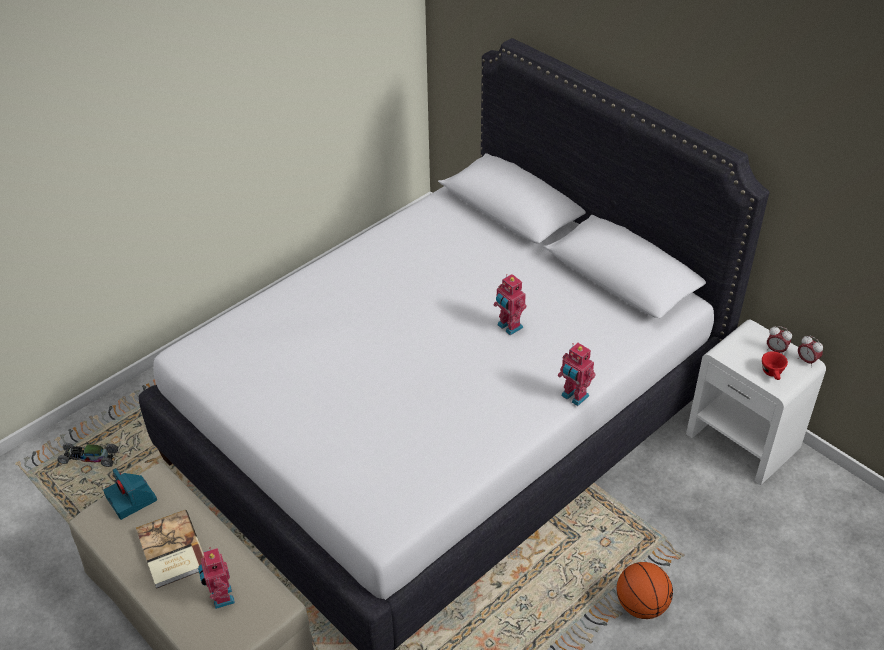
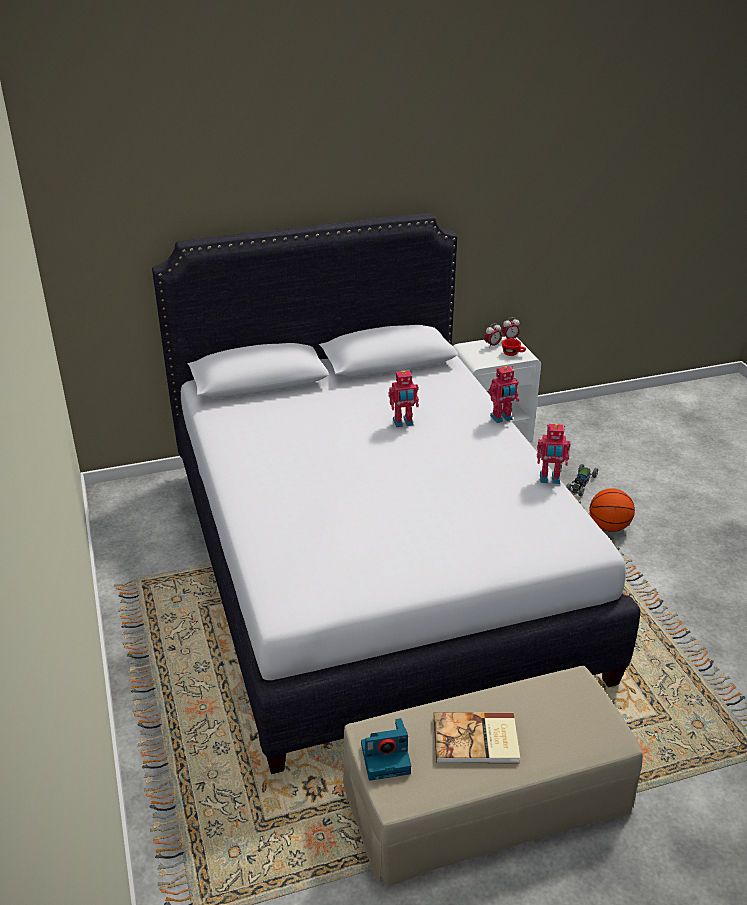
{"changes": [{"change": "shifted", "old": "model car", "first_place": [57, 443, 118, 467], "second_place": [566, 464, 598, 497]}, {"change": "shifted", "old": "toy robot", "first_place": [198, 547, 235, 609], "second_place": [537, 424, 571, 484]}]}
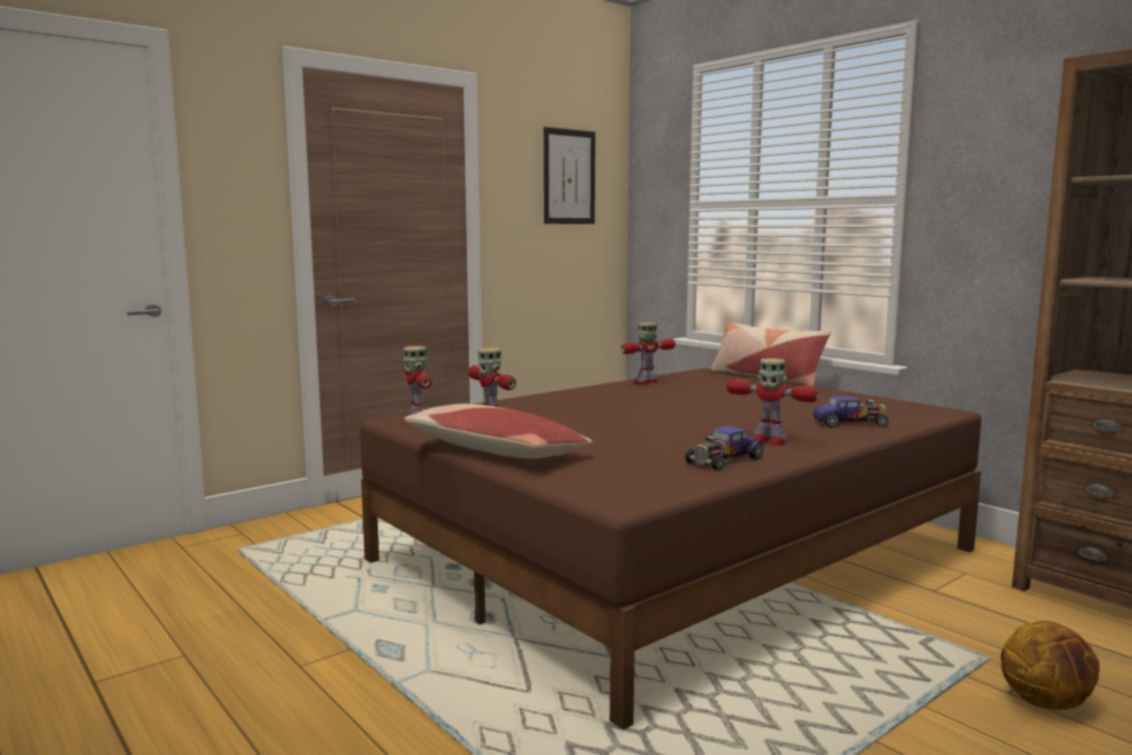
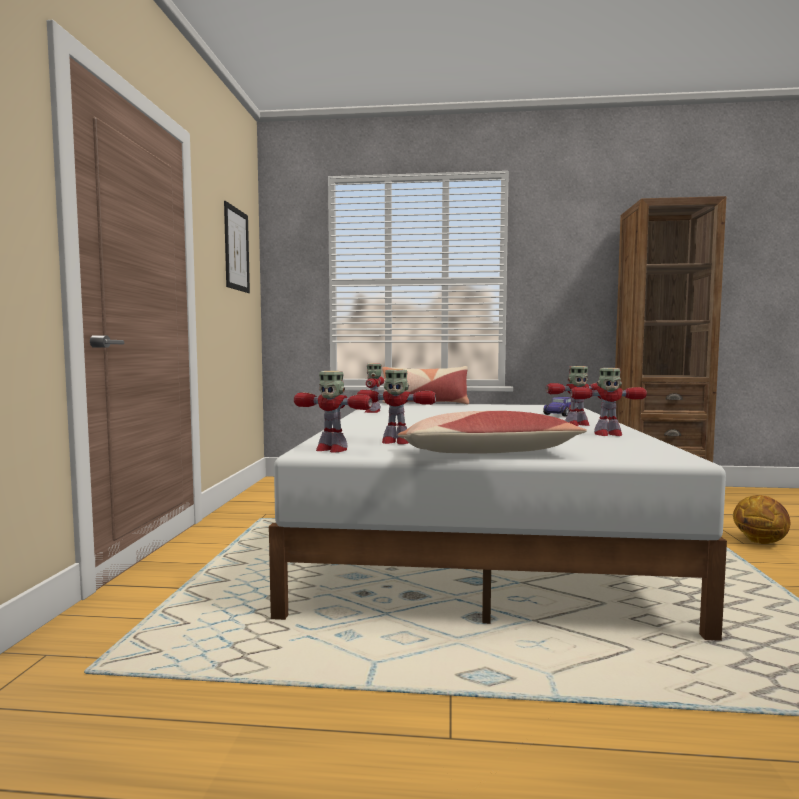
{"changes": [{"change": "repainted", "old": "sleeping bed (brown)", "new": "sleeping bed (white)", "first_place": [360, 368, 981, 730], "second_place": [269, 403, 727, 641]}, {"change": "swapped", "old": "model car", "new": "toy robot", "first_place": [685, 426, 763, 471], "second_place": [570, 368, 647, 436]}]}
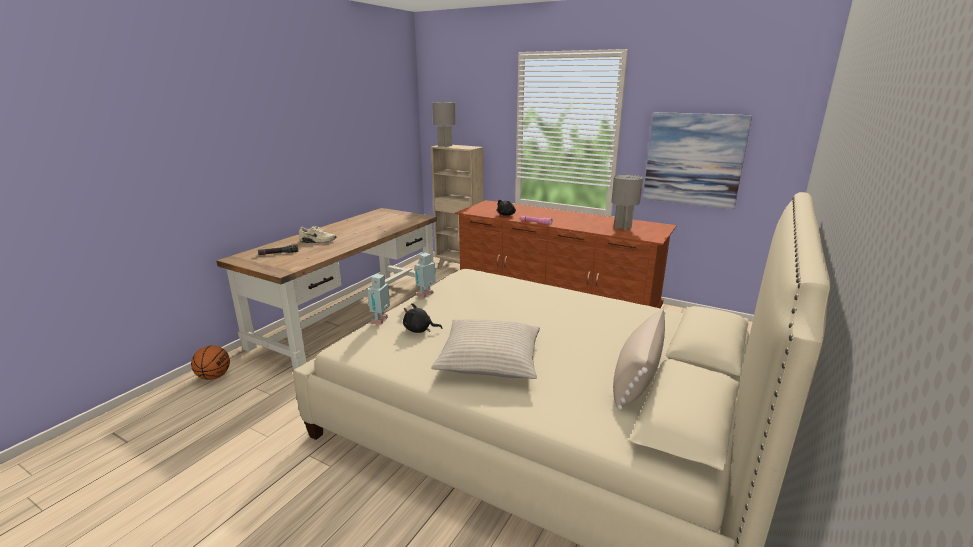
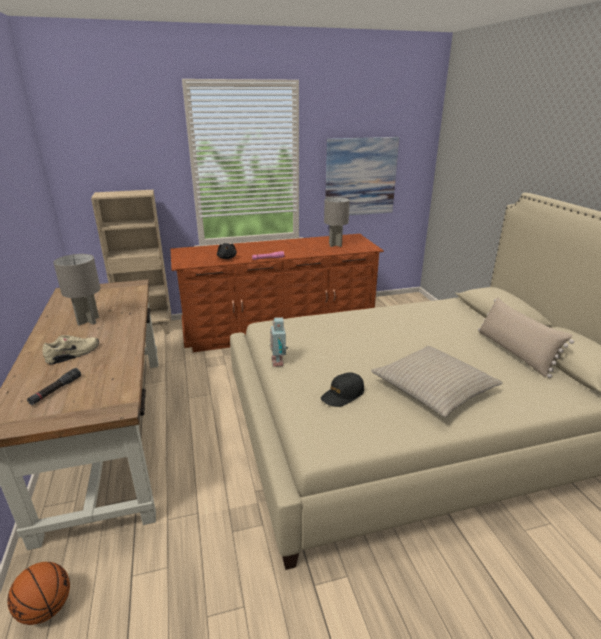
{"changes": [{"change": "gone", "old": "toy robot", "first_place": [368, 274, 390, 325]}, {"change": "swapped", "old": "soft toy (blackish)", "new": "cap (blackish)", "first_place": [403, 303, 443, 333], "second_place": [321, 372, 364, 407]}, {"change": "shifted", "old": "lamp for a table (gray)", "first_place": [432, 102, 456, 147], "second_place": [53, 254, 100, 326]}]}
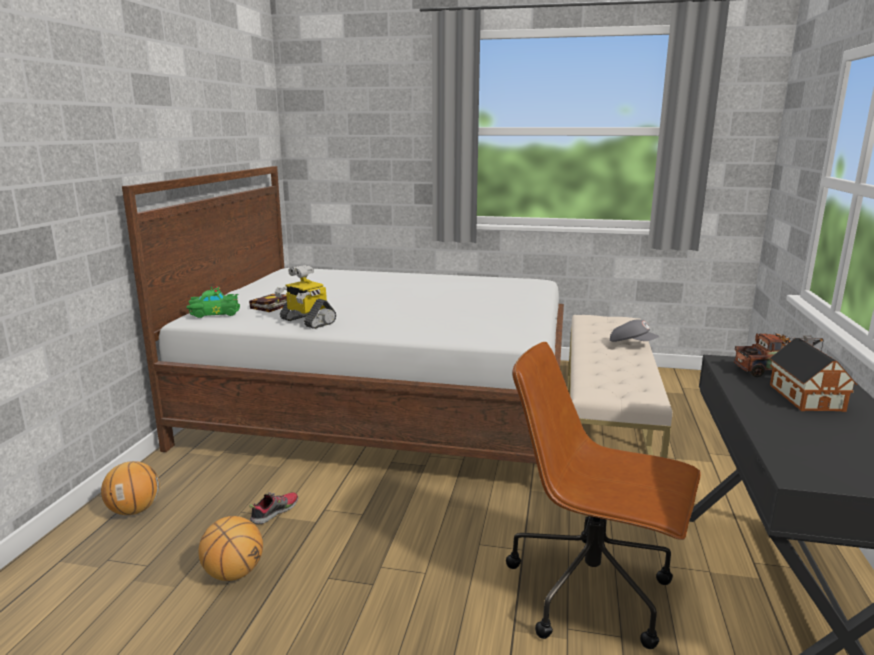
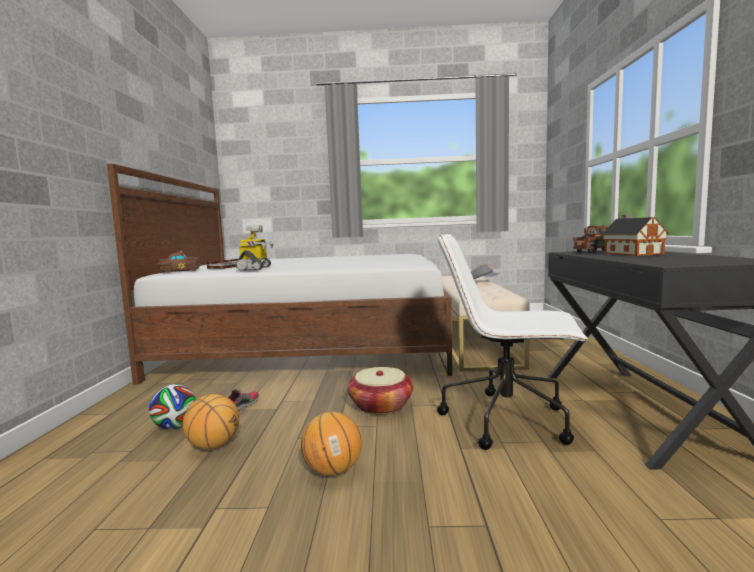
{"changes": [{"change": "shifted", "old": "ball for basketball", "first_place": [101, 461, 160, 515], "second_place": [301, 412, 362, 476]}, {"change": "repainted", "old": "model car (green)", "new": "model car (brown)", "first_place": [187, 287, 240, 318], "second_place": [157, 250, 200, 273]}, {"change": "rotated", "old": "toy robot", "first_place": [275, 265, 336, 329], "second_place": [235, 225, 273, 271], "degrees": -120}, {"change": "repainted", "old": "computer chair (brown)", "new": "computer chair (white)", "first_place": [506, 342, 701, 649], "second_place": [437, 234, 588, 450]}, {"change": "new", "new": "football", "second_place": [149, 384, 197, 429]}, {"change": "new", "new": "storage basket", "second_place": [347, 367, 413, 415]}]}
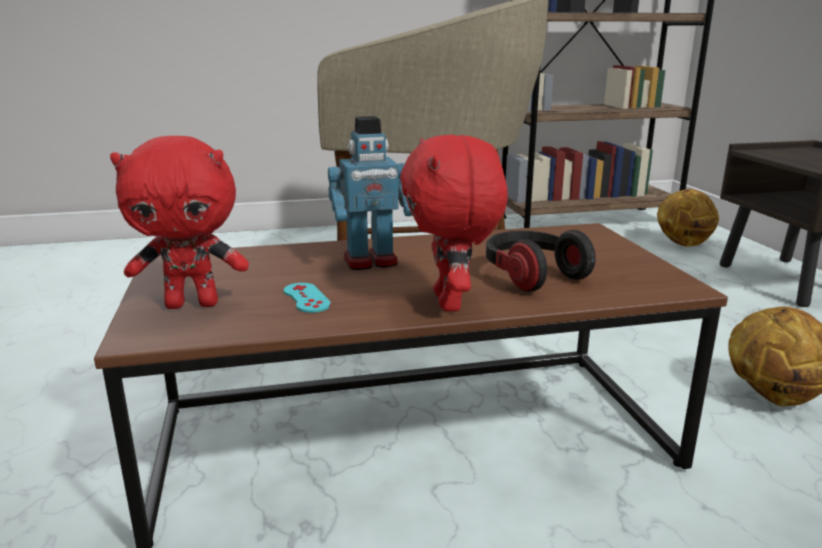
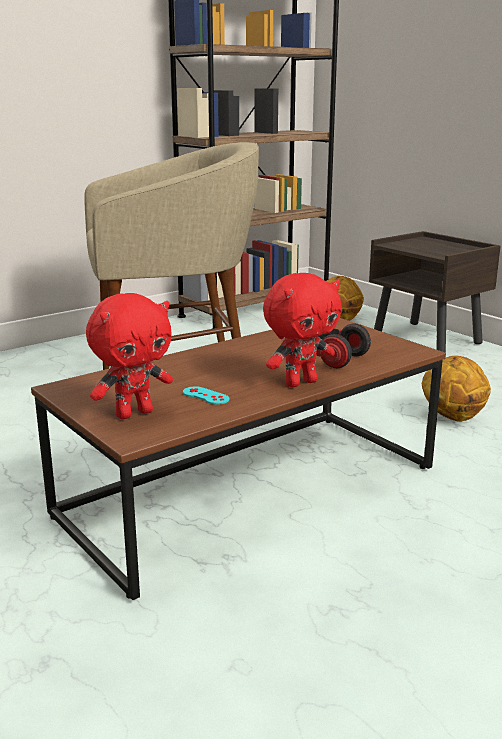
{"changes": [{"change": "gone", "old": "toy robot", "first_place": [328, 116, 413, 270]}, {"change": "rotated", "old": "soft toy (red-coloured)", "first_place": [400, 135, 508, 311], "second_place": [263, 273, 342, 387], "degrees": -90}]}
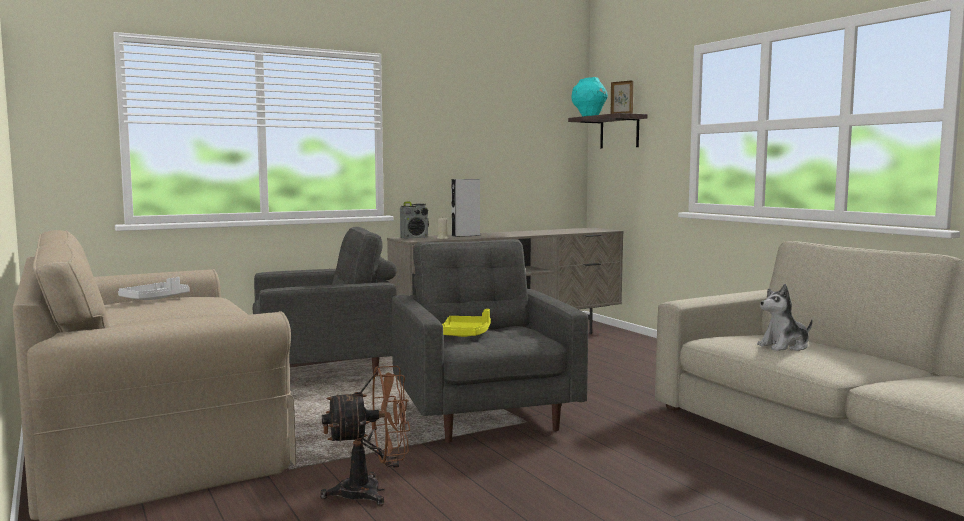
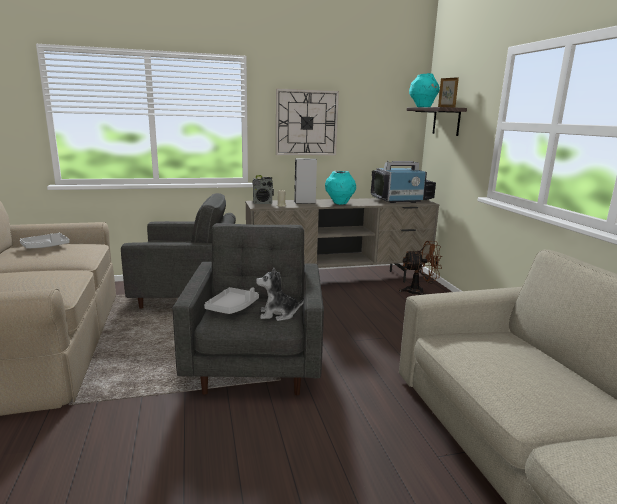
{"changes": [{"change": "shifted", "old": "fan (brown)", "first_place": [320, 366, 410, 506], "second_place": [399, 241, 442, 295]}, {"change": "repainted", "old": "carrying tray (yellowish)", "new": "carrying tray (gray)", "first_place": [442, 309, 491, 337], "second_place": [204, 287, 259, 314]}, {"change": "shifted", "old": "soft toy", "first_place": [757, 284, 813, 351], "second_place": [256, 267, 304, 321]}, {"change": "new", "new": "hanging clock", "second_place": [276, 89, 339, 156]}, {"change": "new", "new": "vase (blue-green)", "second_place": [325, 171, 356, 205]}, {"change": "new", "new": "television", "second_place": [371, 161, 436, 203]}]}
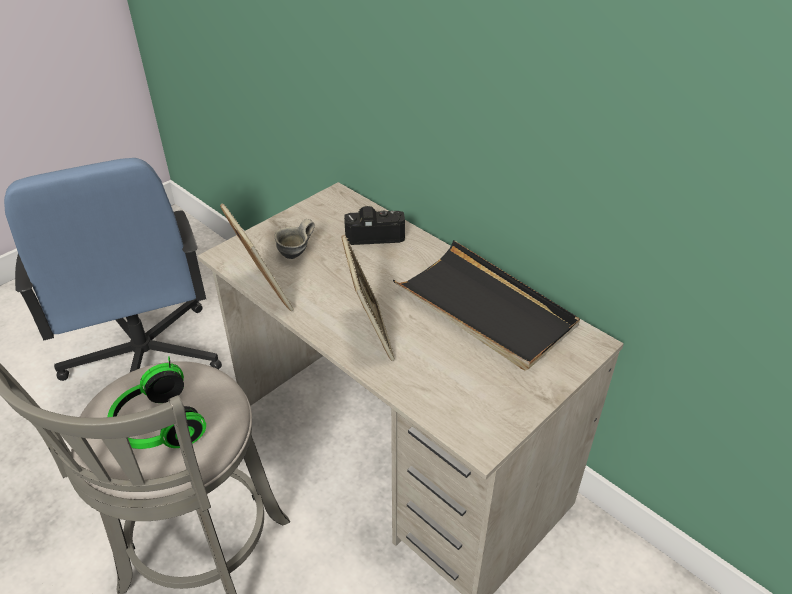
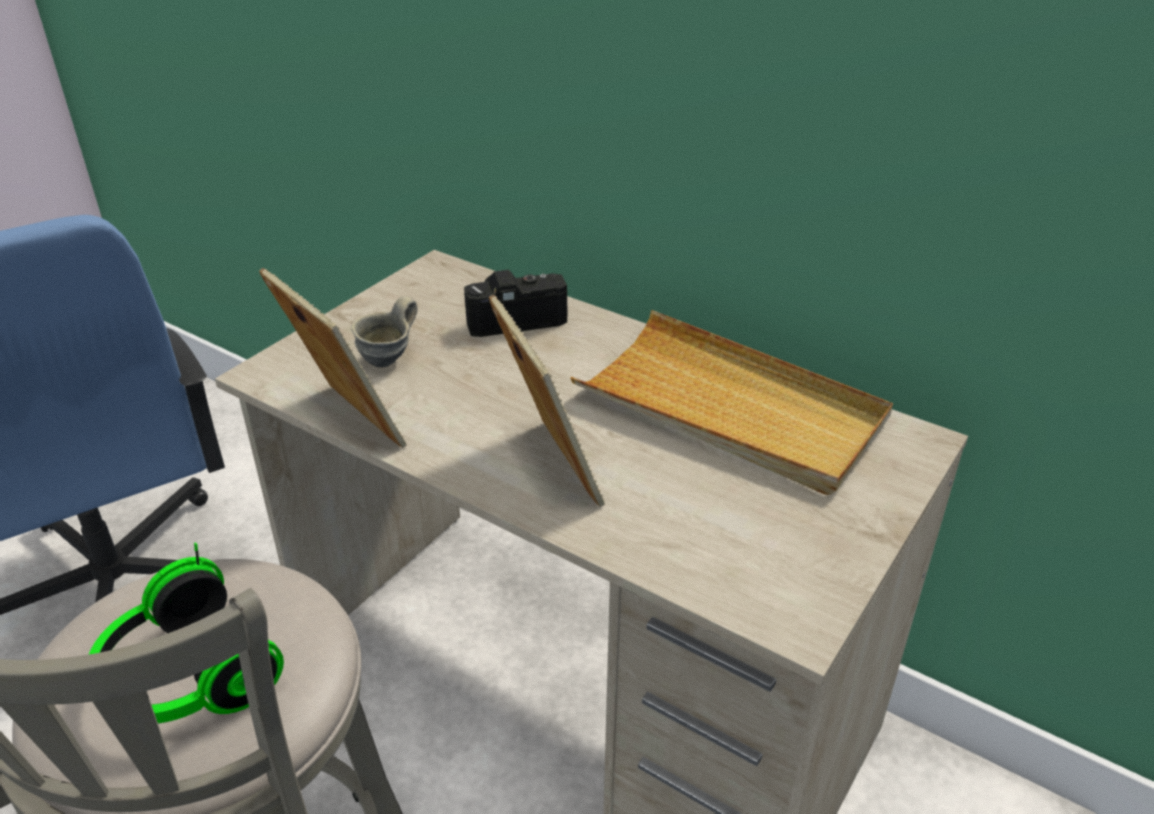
{"changes": [{"change": "repainted", "old": "carrying tray (blackish)", "new": "carrying tray (beige)", "first_place": [393, 240, 580, 371], "second_place": [570, 310, 893, 495]}]}
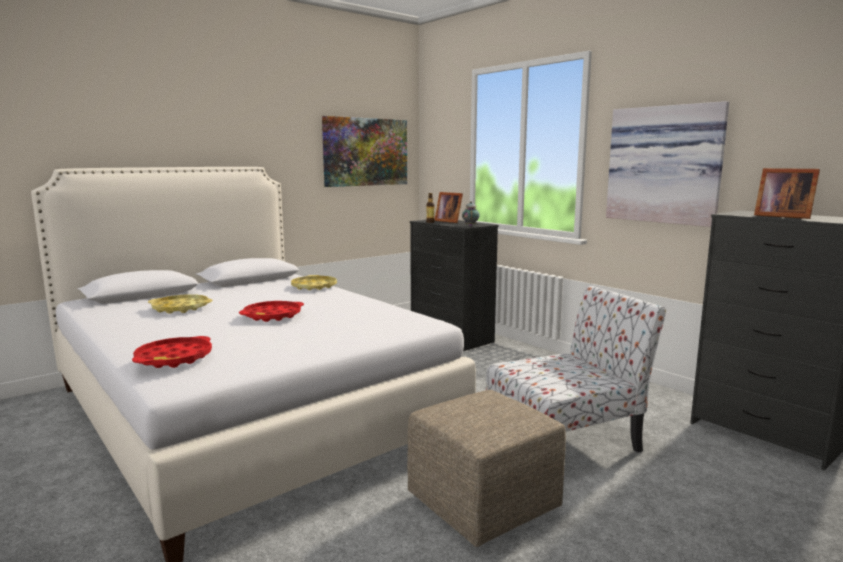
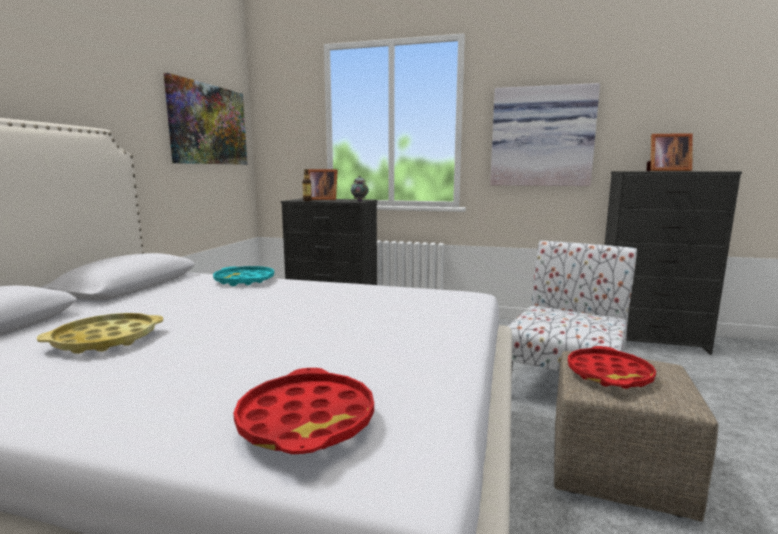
{"changes": [{"change": "shifted", "old": "carrying tray (red-coloured)", "first_place": [239, 301, 304, 322], "second_place": [568, 346, 656, 389]}, {"change": "repainted", "old": "carrying tray (yellowish)", "new": "carrying tray (blue-green)", "first_place": [291, 275, 337, 290], "second_place": [213, 266, 274, 286]}]}
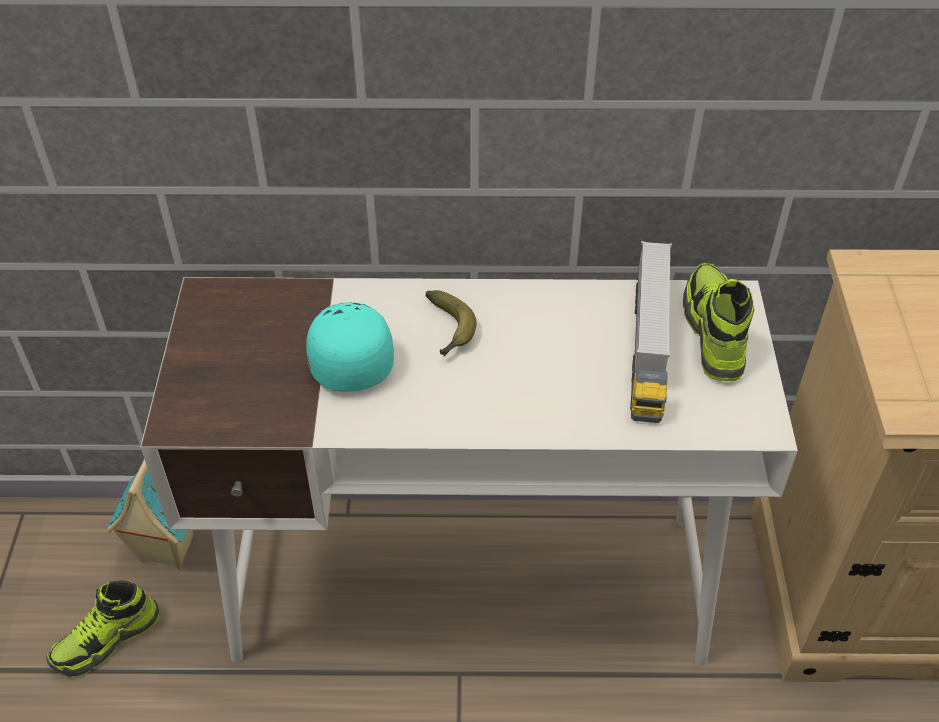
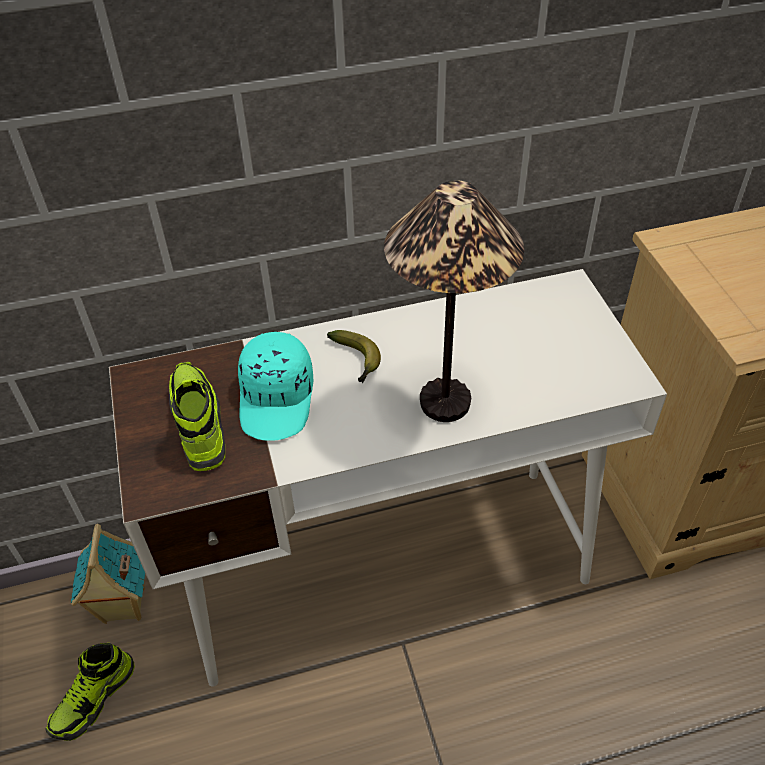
{"changes": [{"change": "rotated", "old": "cap (blue-green)", "first_place": [306, 302, 394, 392], "second_place": [238, 332, 313, 441], "degrees": -150}, {"change": "gone", "old": "toy lorry", "first_place": [630, 241, 672, 423]}, {"change": "shifted", "old": "shoe", "first_place": [683, 263, 754, 381], "second_place": [169, 362, 225, 471]}, {"change": "new", "new": "lamp for a table", "second_place": [384, 180, 524, 422]}]}
